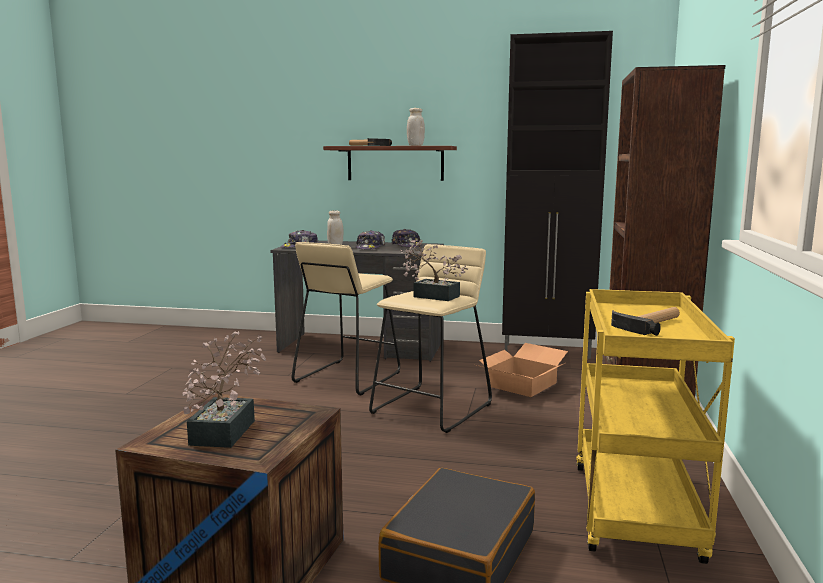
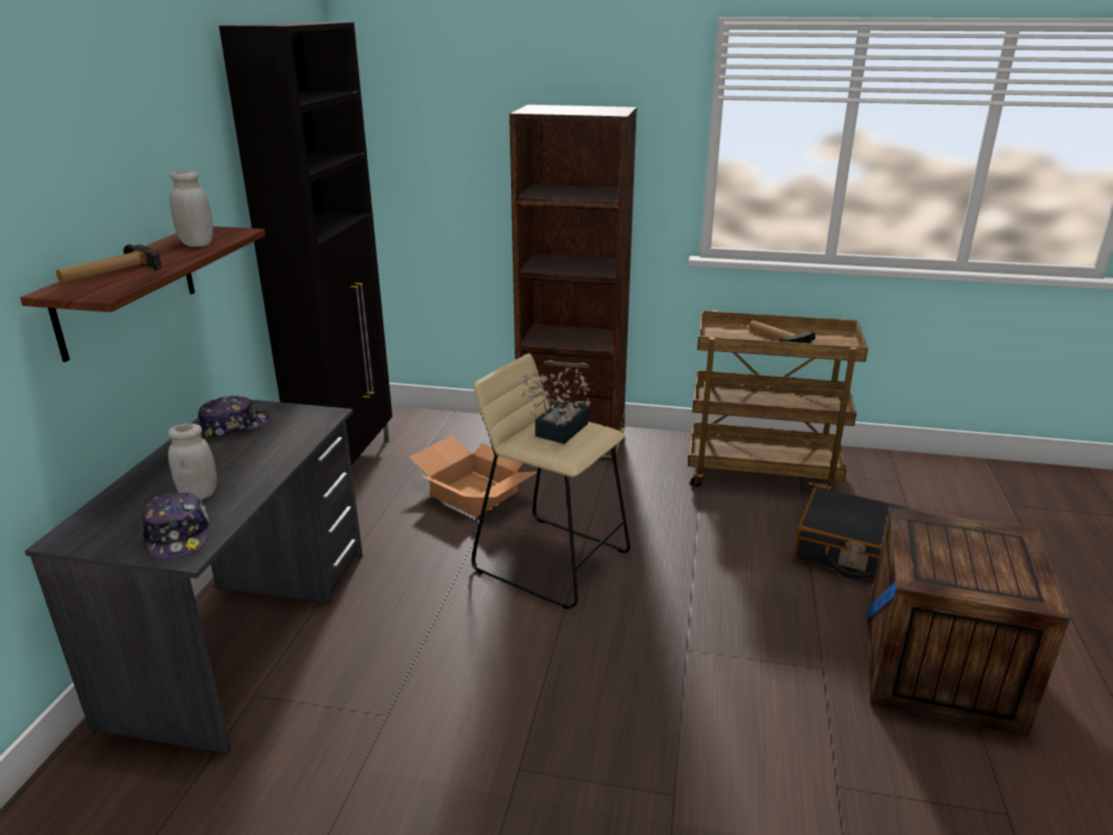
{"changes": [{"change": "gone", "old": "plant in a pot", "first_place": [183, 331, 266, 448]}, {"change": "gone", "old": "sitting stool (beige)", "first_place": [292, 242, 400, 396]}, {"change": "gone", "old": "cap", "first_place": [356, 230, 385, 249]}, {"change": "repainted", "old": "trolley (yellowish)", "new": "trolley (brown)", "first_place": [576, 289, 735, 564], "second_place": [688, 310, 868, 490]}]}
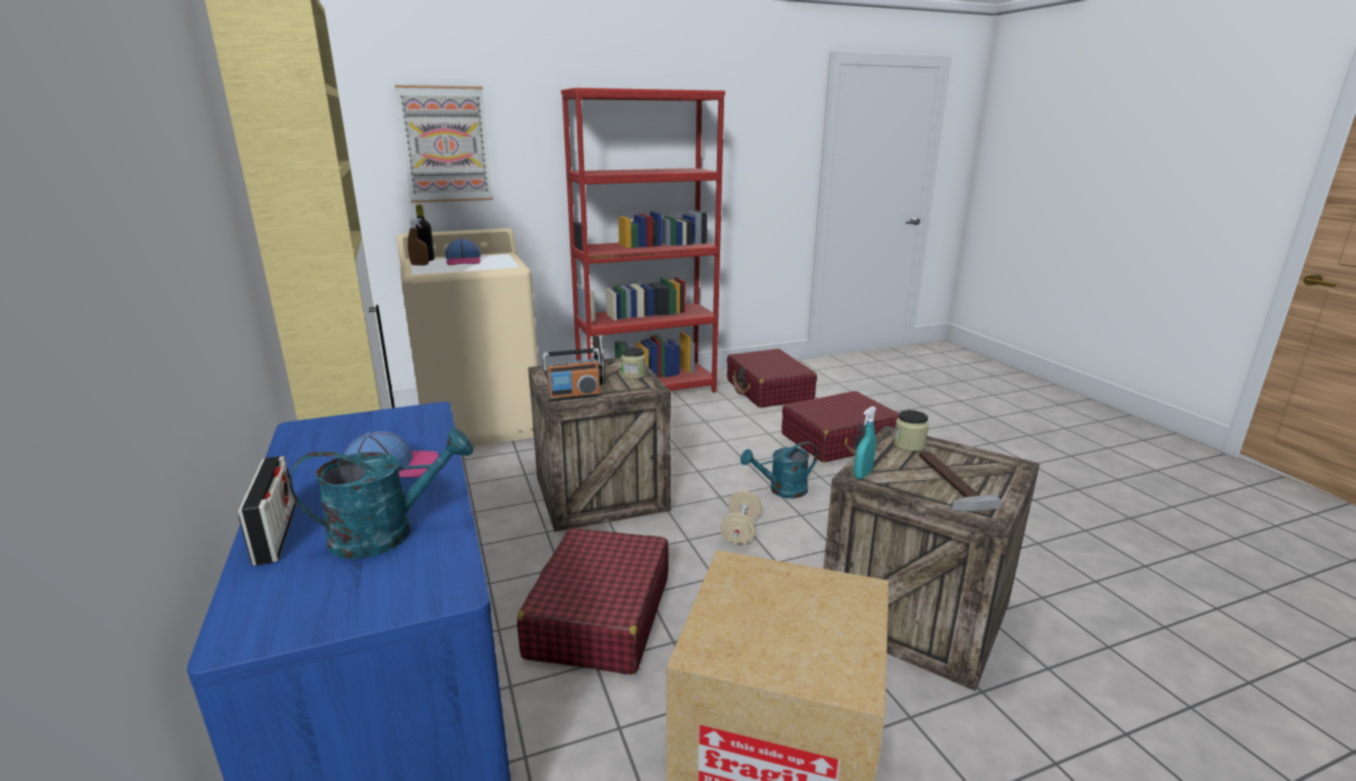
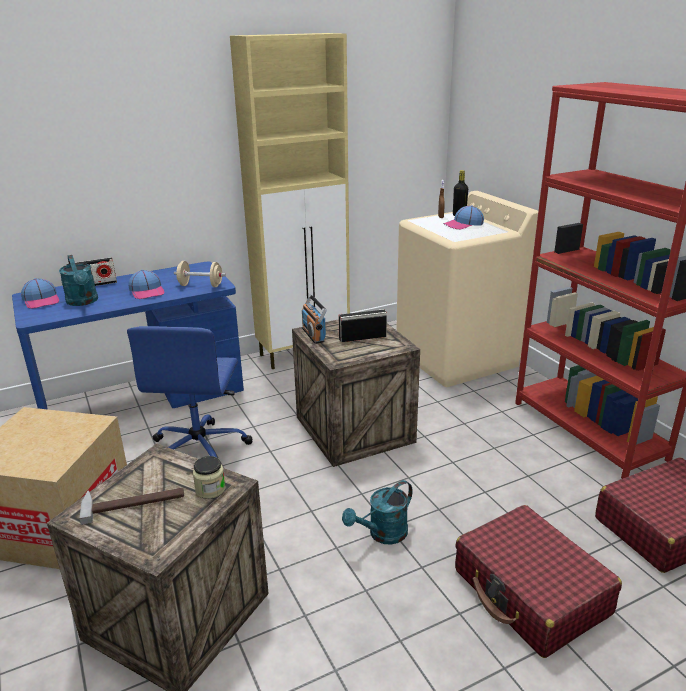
{"changes": [{"change": "gone", "old": "wall art", "first_place": [395, 85, 493, 203]}, {"change": "swapped", "old": "suitcase (red-coloured)", "new": "computer chair (bluish)", "first_place": [517, 528, 669, 675], "second_place": [127, 326, 253, 457]}, {"change": "gone", "old": "jar", "first_place": [621, 347, 646, 379]}, {"change": "shifted", "old": "dumbbell (beige)", "first_place": [720, 490, 761, 545], "second_place": [174, 261, 226, 287]}, {"change": "rotated", "old": "sprinkling can (blue-green)", "first_place": [740, 441, 818, 498], "second_place": [342, 480, 413, 545], "degrees": -105}, {"change": "gone", "old": "hand sprayer (blue-green)", "first_place": [854, 406, 876, 479]}, {"change": "new", "new": "cap", "second_place": [21, 278, 59, 309]}]}
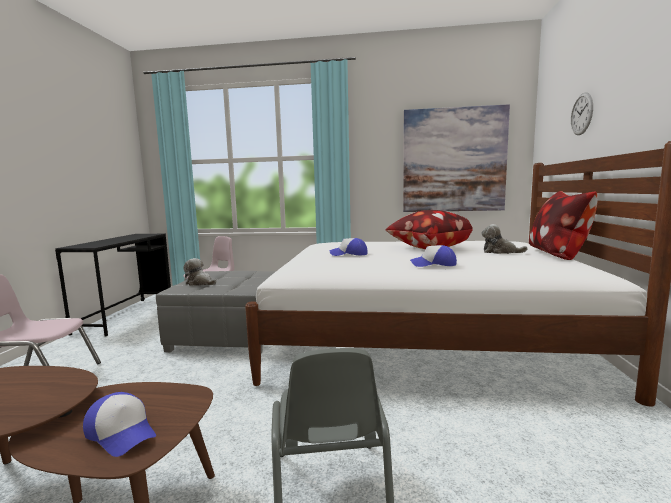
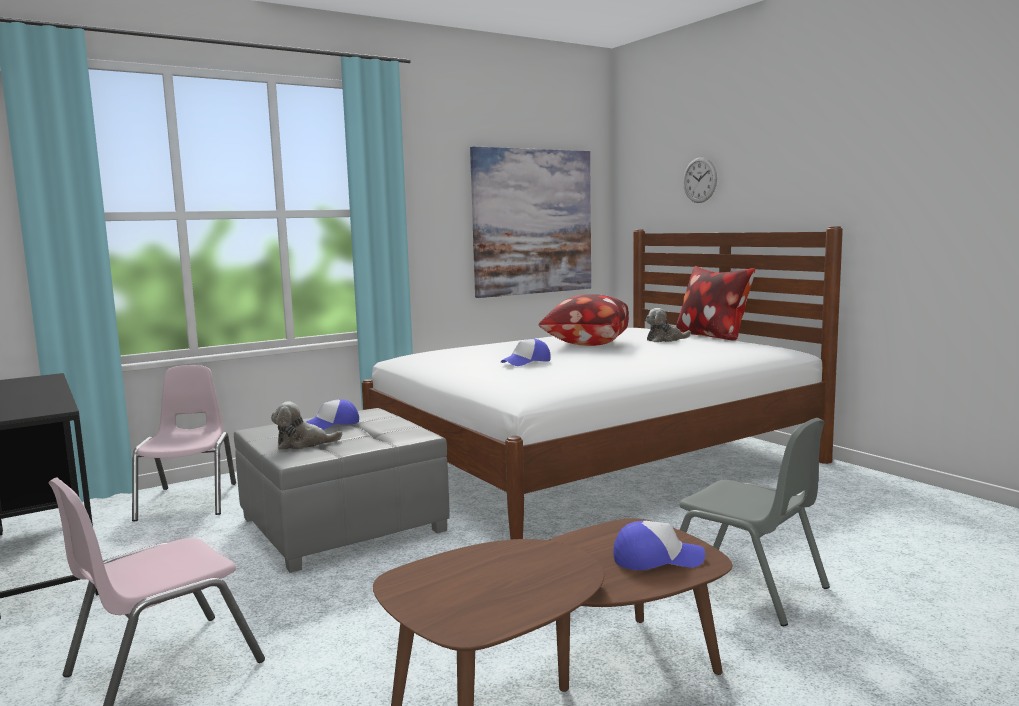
{"changes": [{"change": "shifted", "old": "cap", "first_place": [410, 245, 457, 267], "second_place": [306, 399, 359, 430]}]}
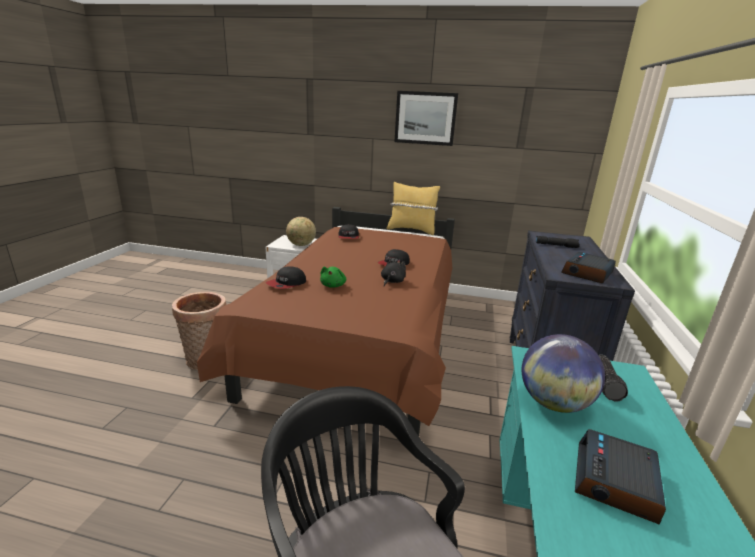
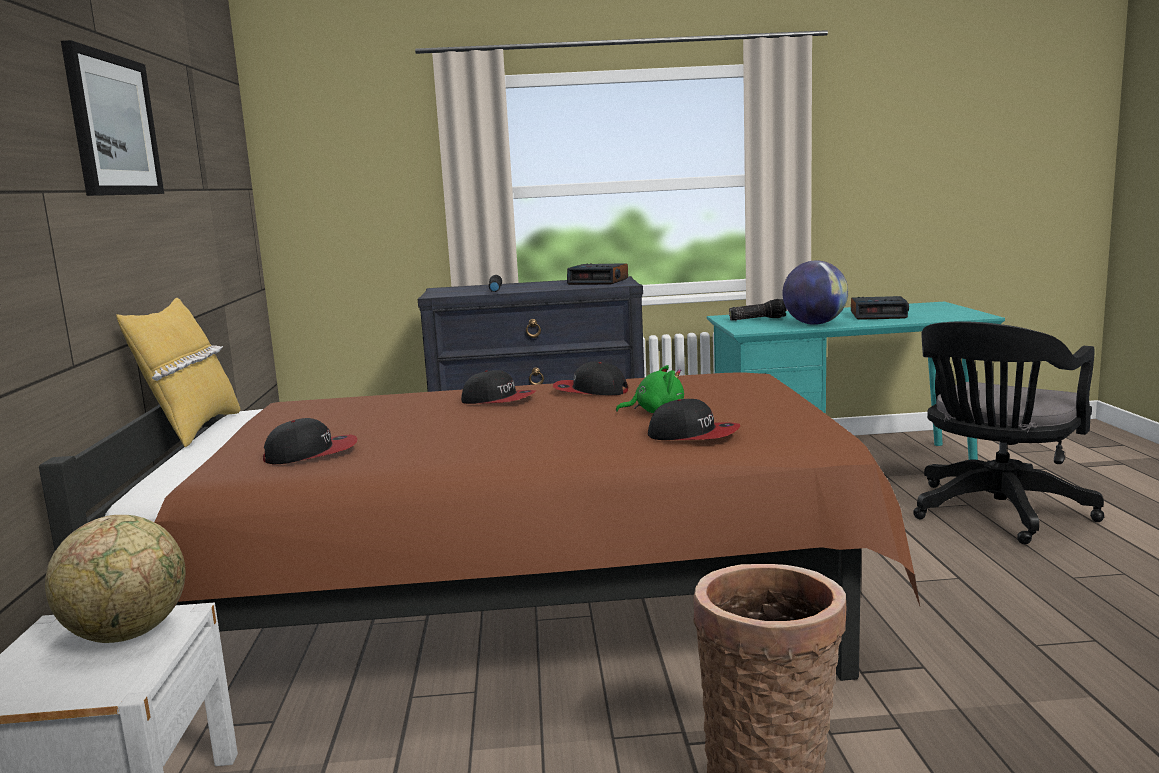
{"changes": [{"change": "swapped", "old": "soft toy (blackish)", "new": "cap", "first_place": [381, 258, 406, 286], "second_place": [553, 361, 628, 395]}]}
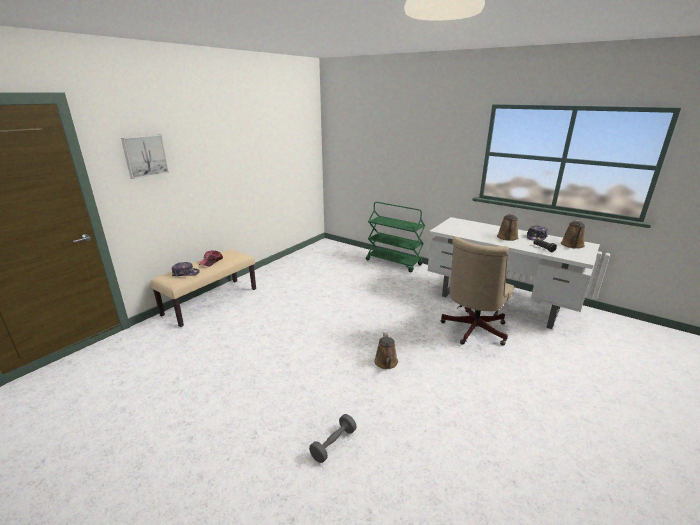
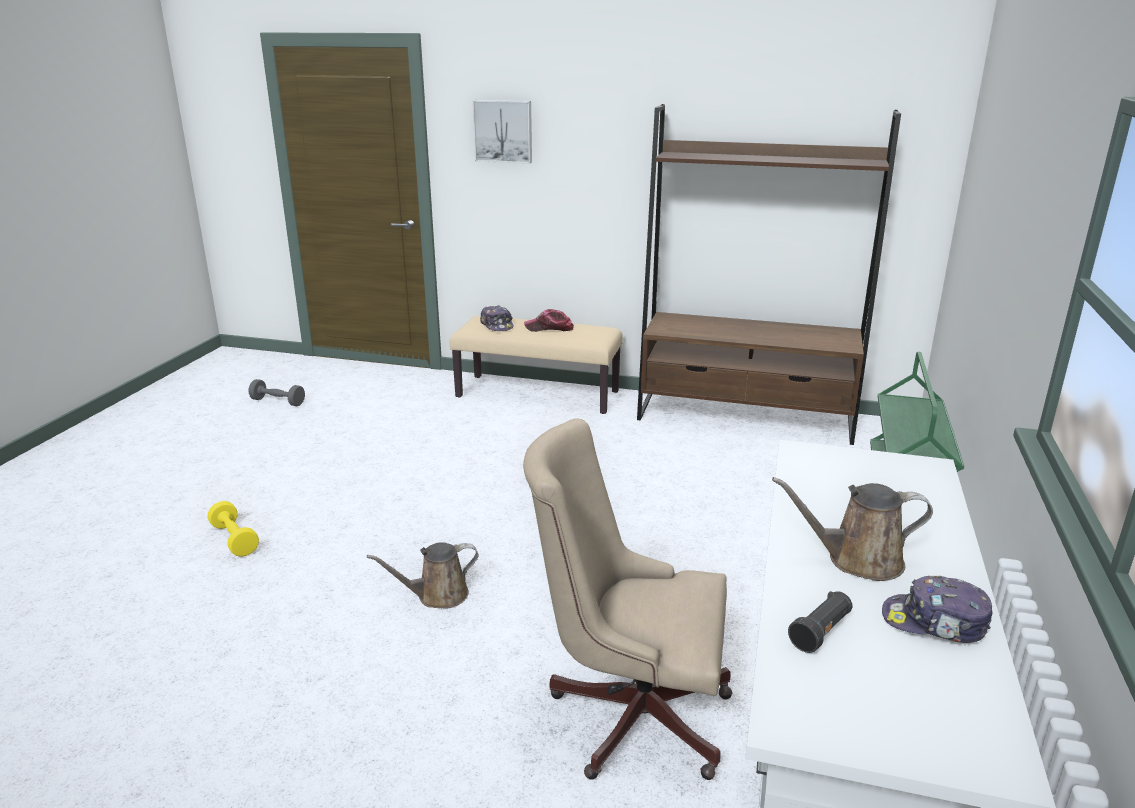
{"changes": [{"change": "shifted", "old": "dumbbell (gray)", "first_place": [309, 414, 356, 463], "second_place": [249, 379, 305, 406]}, {"change": "gone", "old": "sprinkling can (brown)", "first_place": [561, 220, 585, 249]}, {"change": "new", "new": "dumbbell (yellowish)", "second_place": [208, 501, 259, 557]}, {"change": "new", "new": "shelving unit (brown)", "second_place": [637, 104, 901, 445]}]}
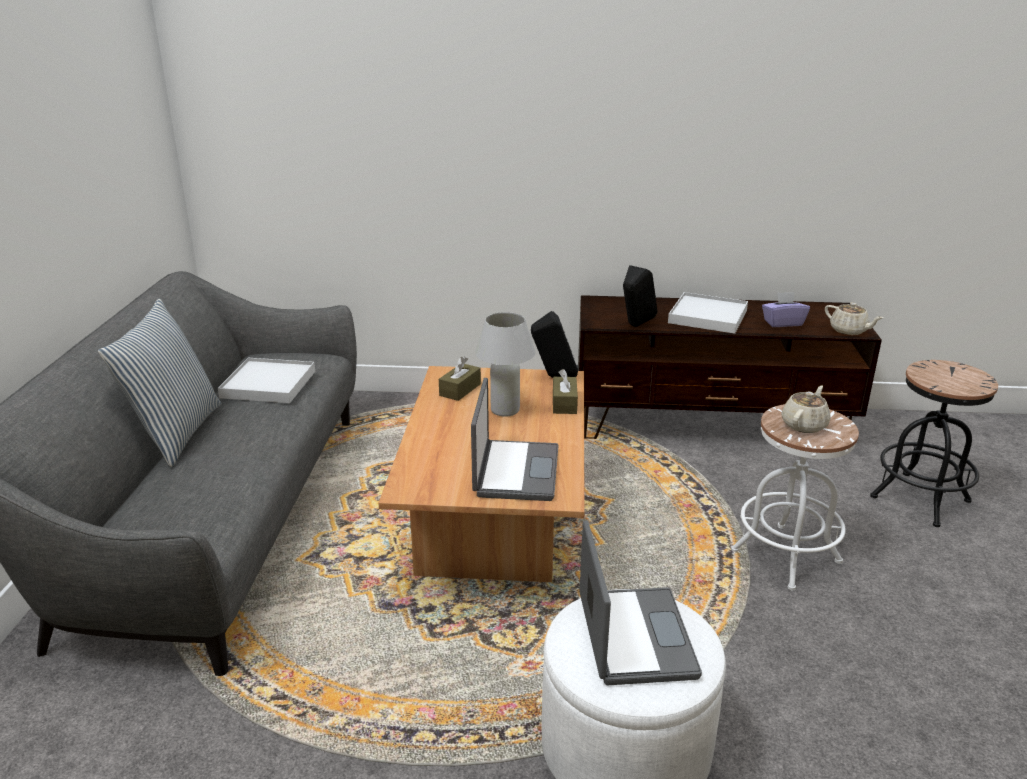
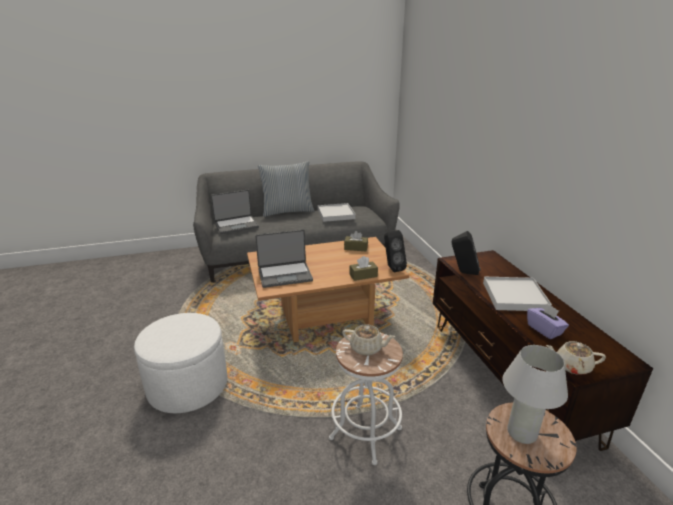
{"changes": [{"change": "shifted", "old": "lamp for a table (white)", "first_place": [475, 312, 535, 417], "second_place": [502, 345, 568, 444]}, {"change": "shifted", "old": "portable computer", "first_place": [579, 521, 702, 685], "second_place": [211, 190, 259, 234]}, {"change": "rotated", "old": "tea pot (beige)", "first_place": [825, 302, 883, 335], "second_place": [546, 341, 606, 375], "degrees": 75}]}
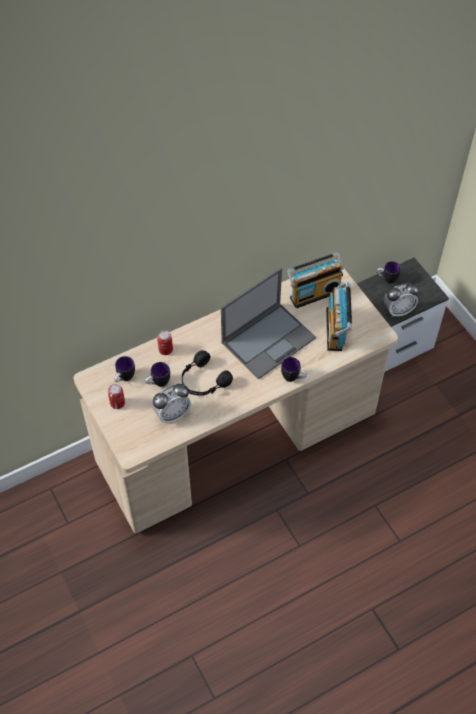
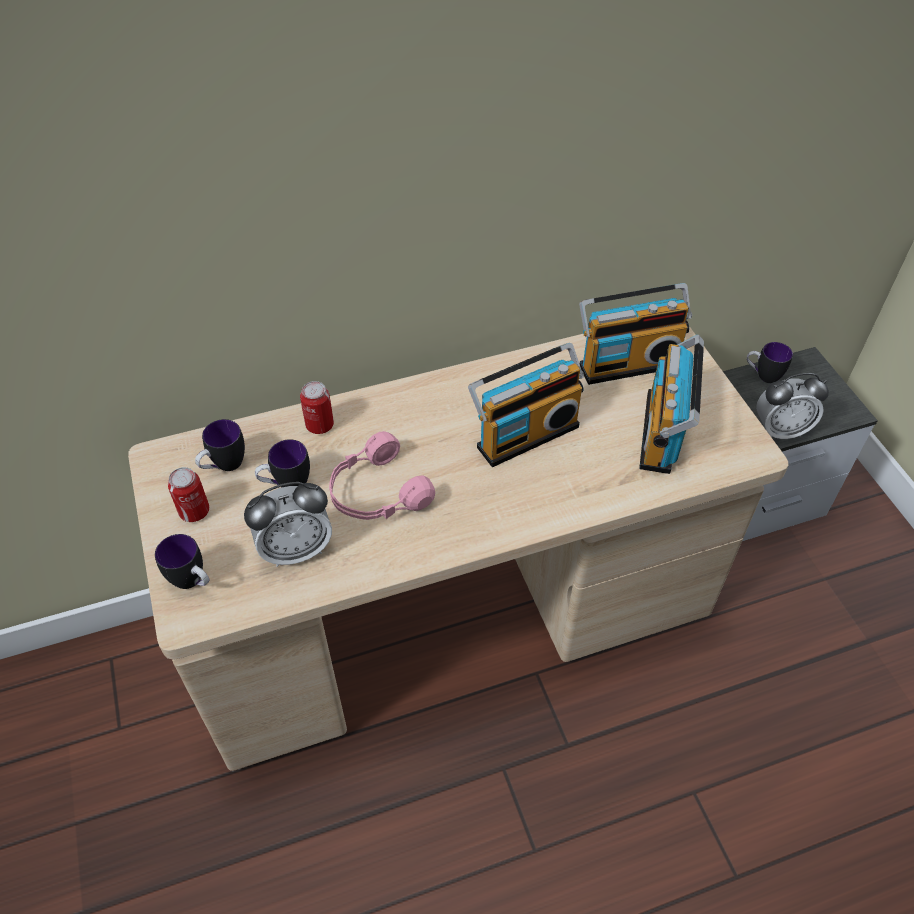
{"changes": [{"change": "repainted", "old": "headset (blackish)", "new": "headset (pinkish)", "first_place": [182, 350, 233, 396], "second_place": [329, 431, 435, 520]}, {"change": "swapped", "old": "portable computer", "new": "radio set", "first_place": [221, 268, 316, 379], "second_place": [468, 343, 584, 467]}, {"change": "shifted", "old": "mug", "first_place": [281, 357, 307, 382], "second_place": [155, 534, 209, 589]}]}
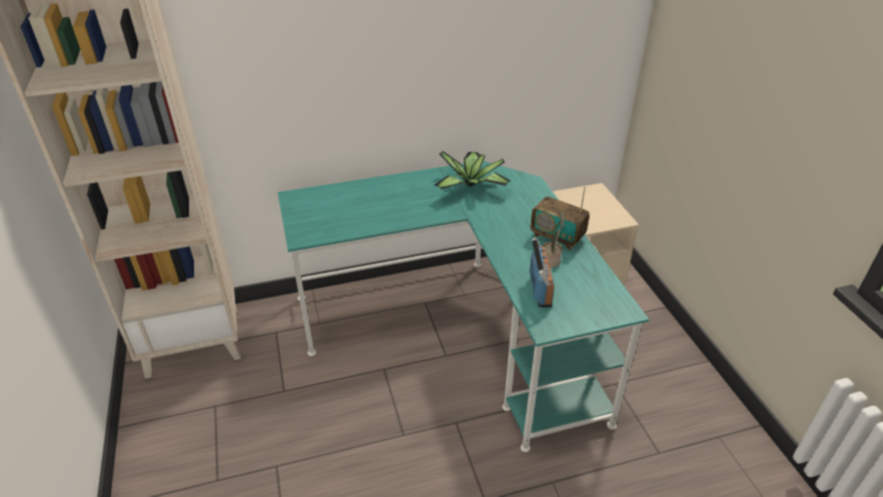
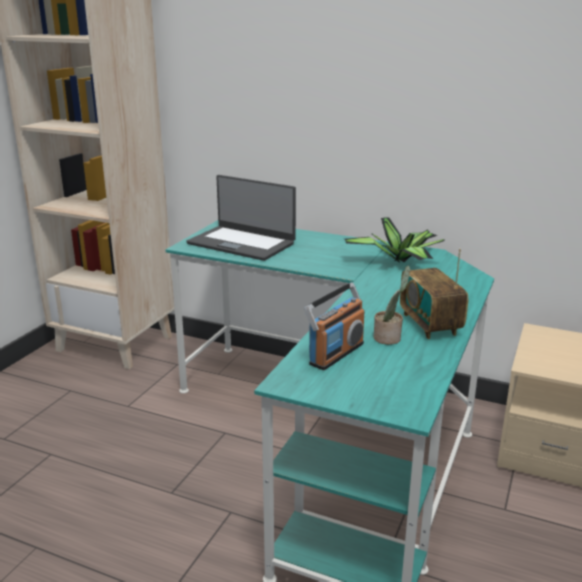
{"changes": [{"change": "new", "new": "portable computer", "second_place": [186, 175, 296, 261]}]}
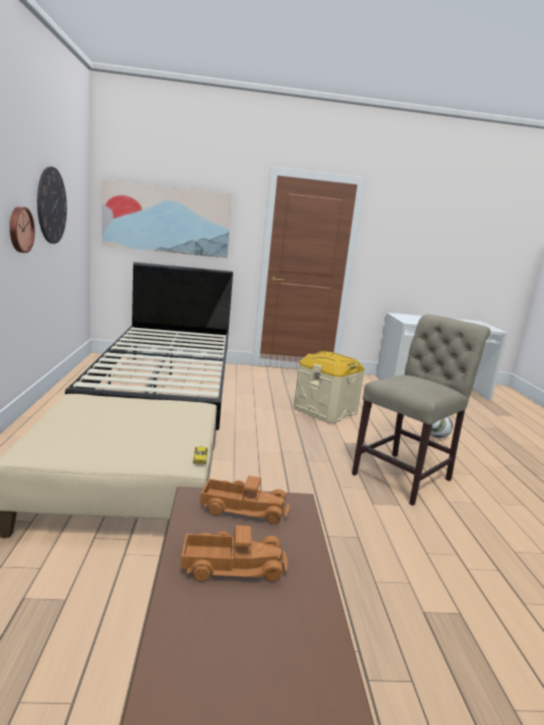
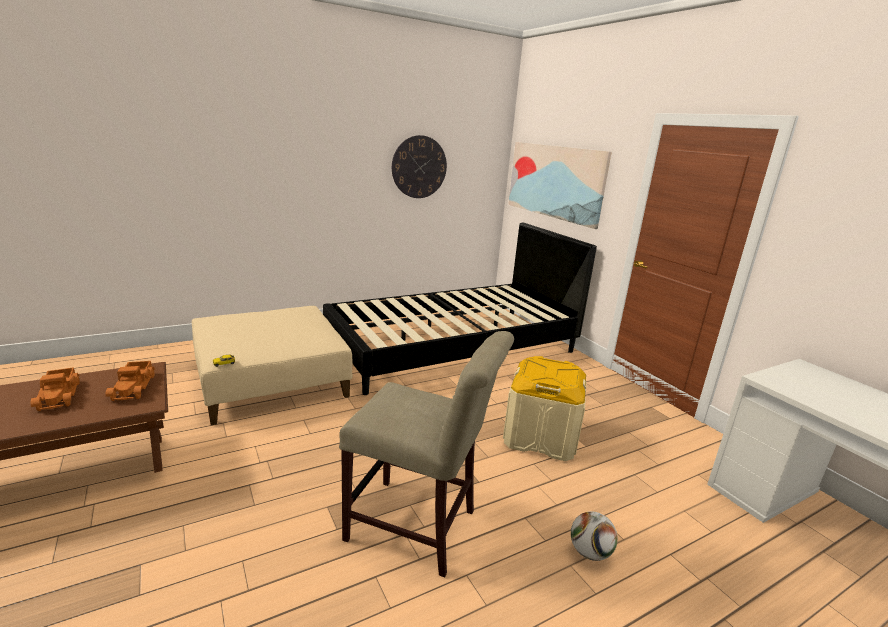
{"changes": [{"change": "gone", "old": "hanging clock", "first_place": [10, 206, 35, 253]}]}
